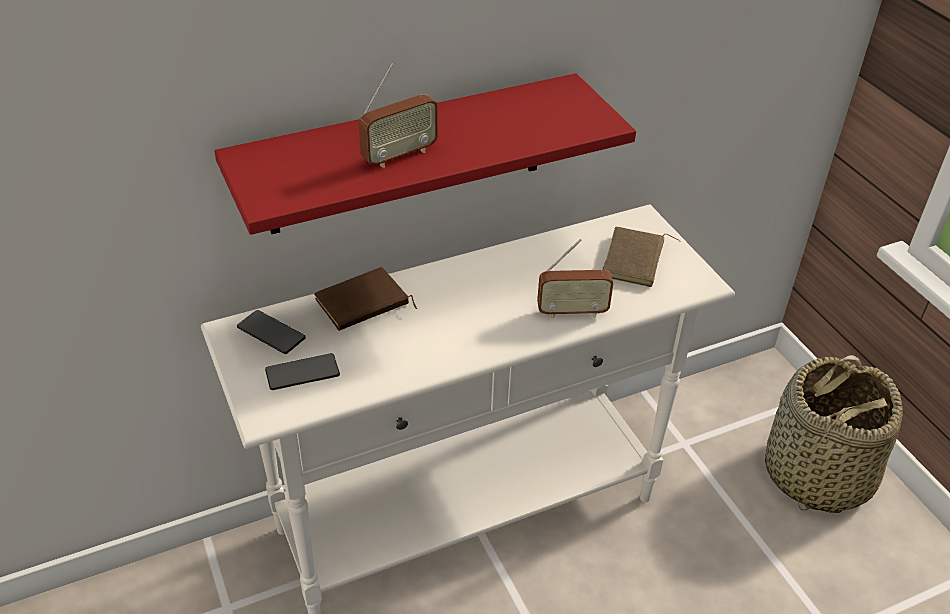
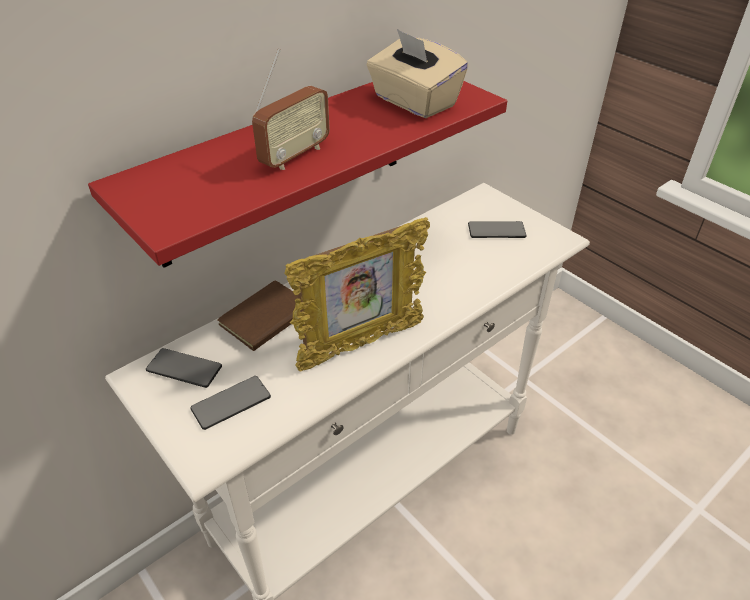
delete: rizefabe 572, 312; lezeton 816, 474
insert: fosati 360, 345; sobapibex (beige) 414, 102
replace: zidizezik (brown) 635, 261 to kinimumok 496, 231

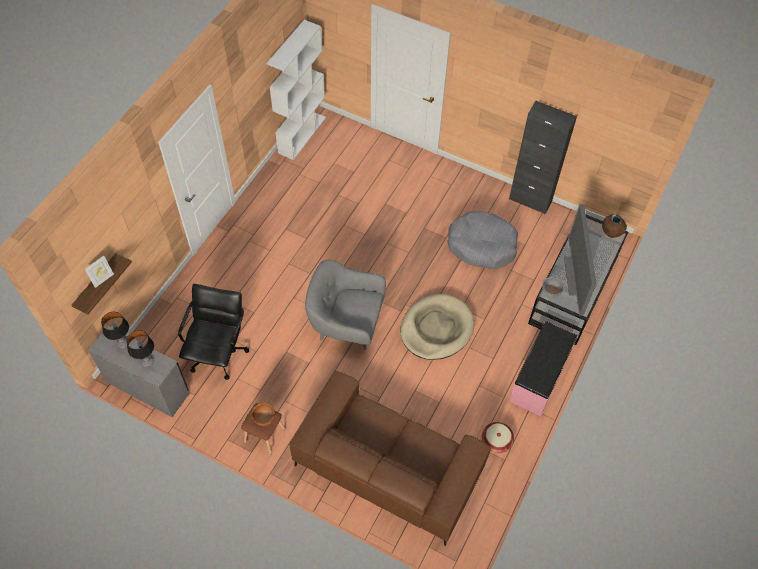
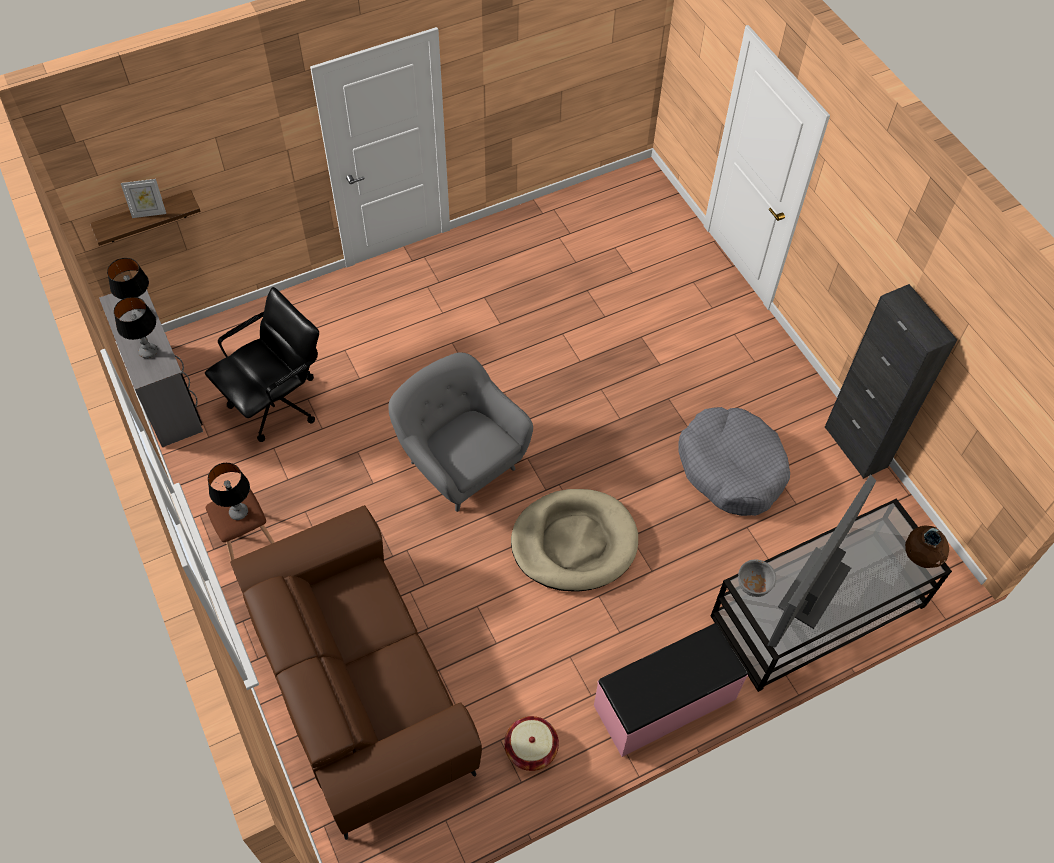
delete: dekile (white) 302, 134
replace: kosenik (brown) 264, 419 to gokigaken 238, 512

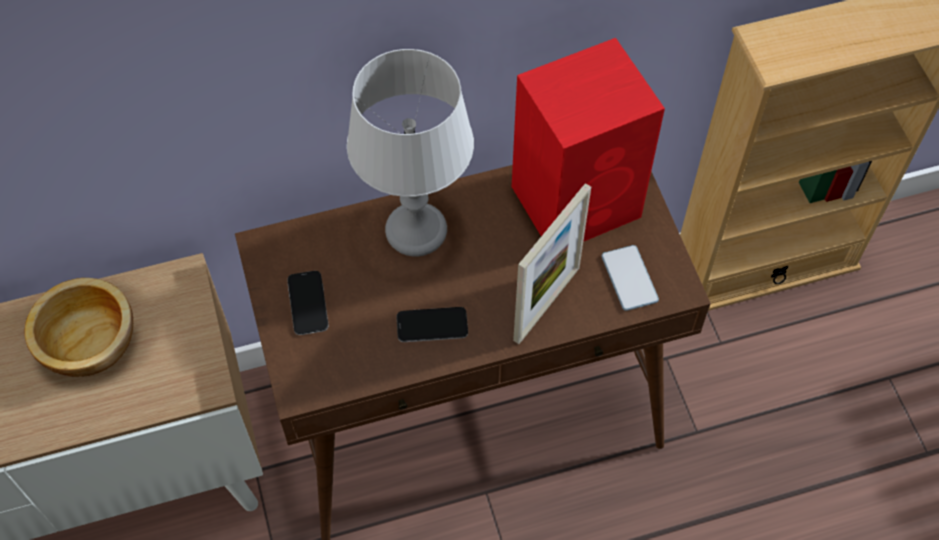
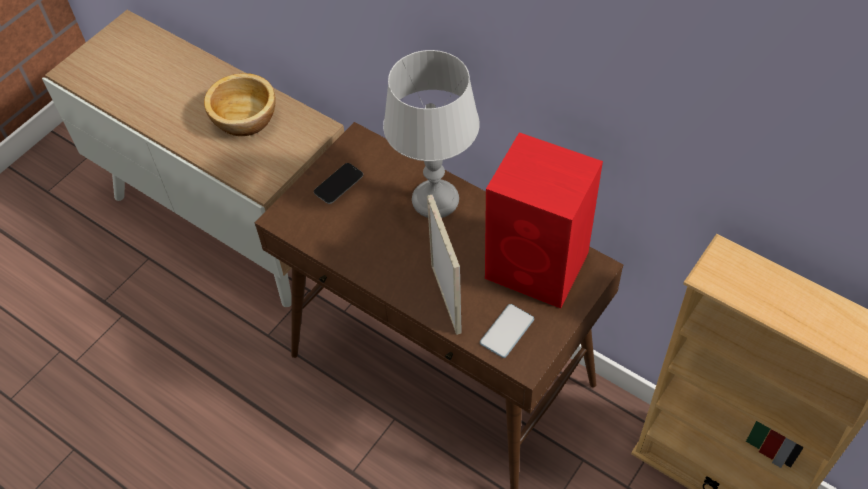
delete: kinimumok 432, 325
rotate: fosati 546, 304 = 446, 299 105 degrees counterclockwise

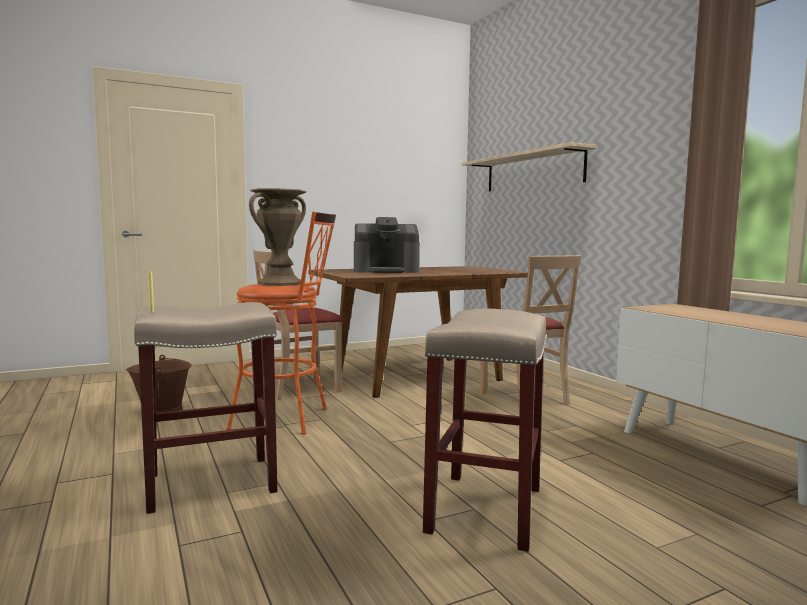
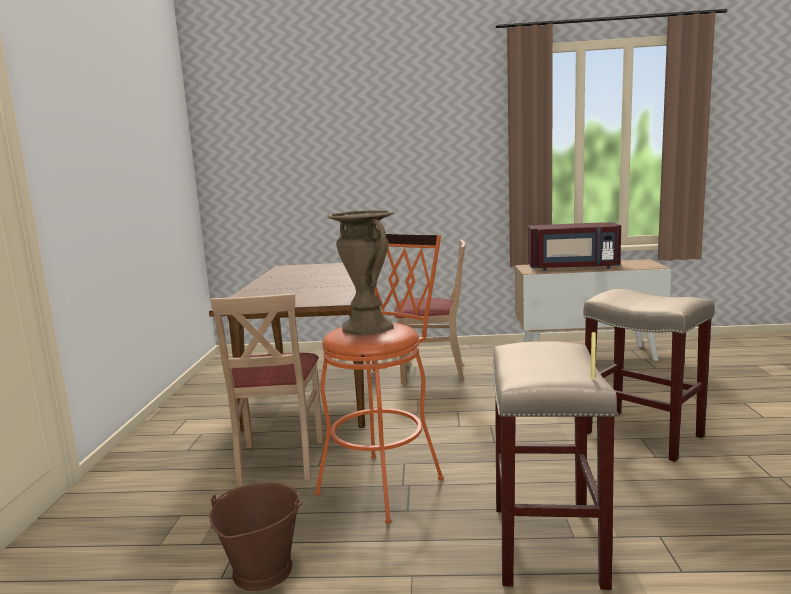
delete: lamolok 386, 271; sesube 532, 171
insert: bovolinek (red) 573, 268

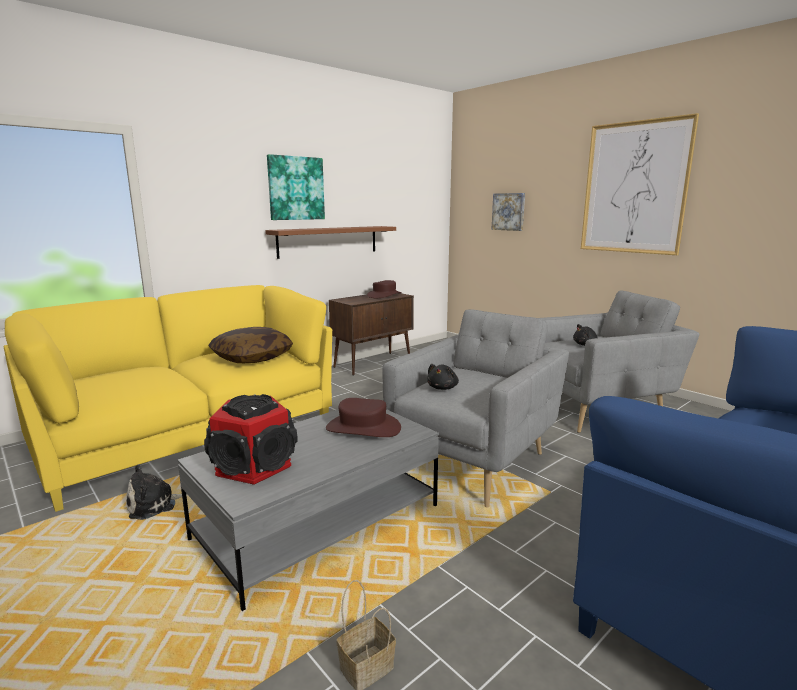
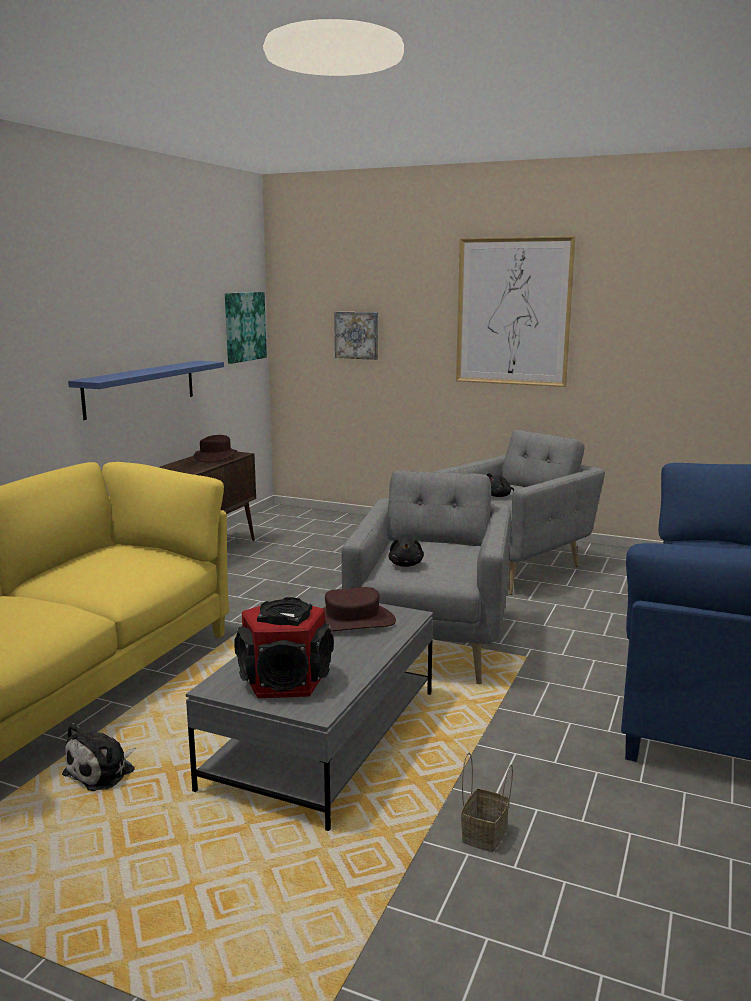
delete: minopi 252, 358
move: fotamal 296, 188 to 244, 326
recolor: sesube (brown) 328, 241 to sesube (blue) 141, 388

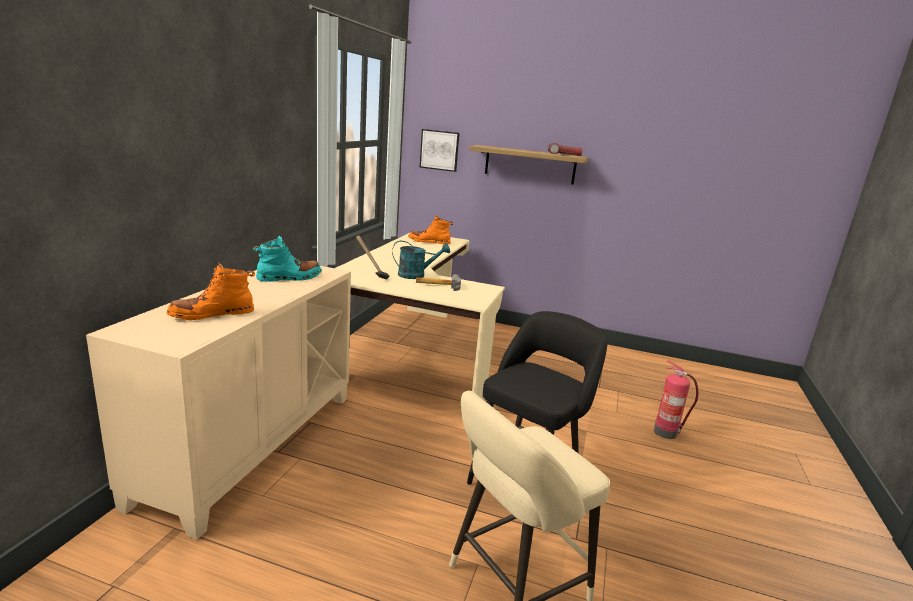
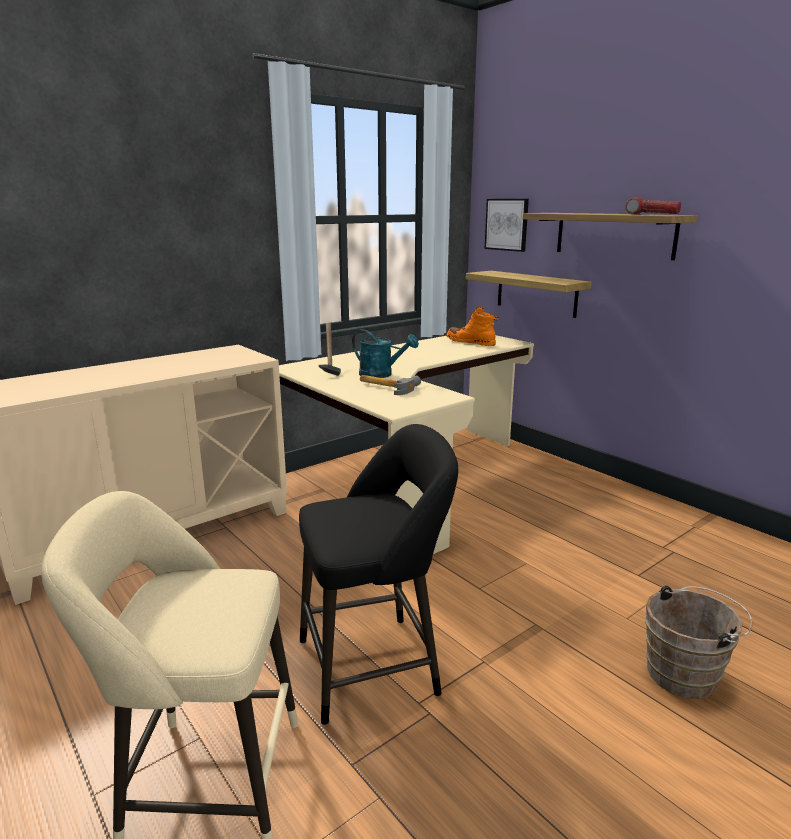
delete: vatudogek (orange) 212, 315; vatudogek (turquoise) 289, 278
insert: sesube 536, 293
replace: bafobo 666, 433 to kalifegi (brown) 686, 674

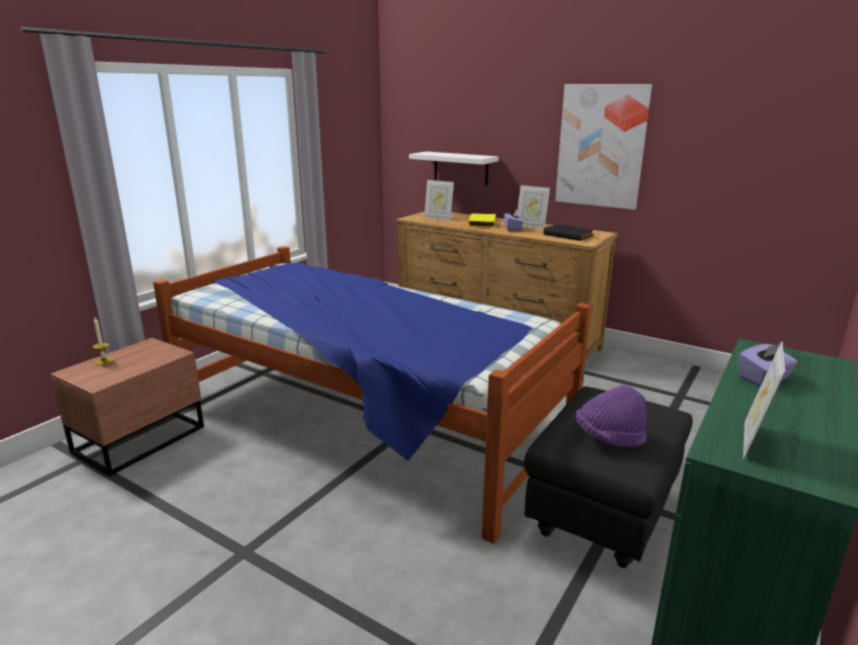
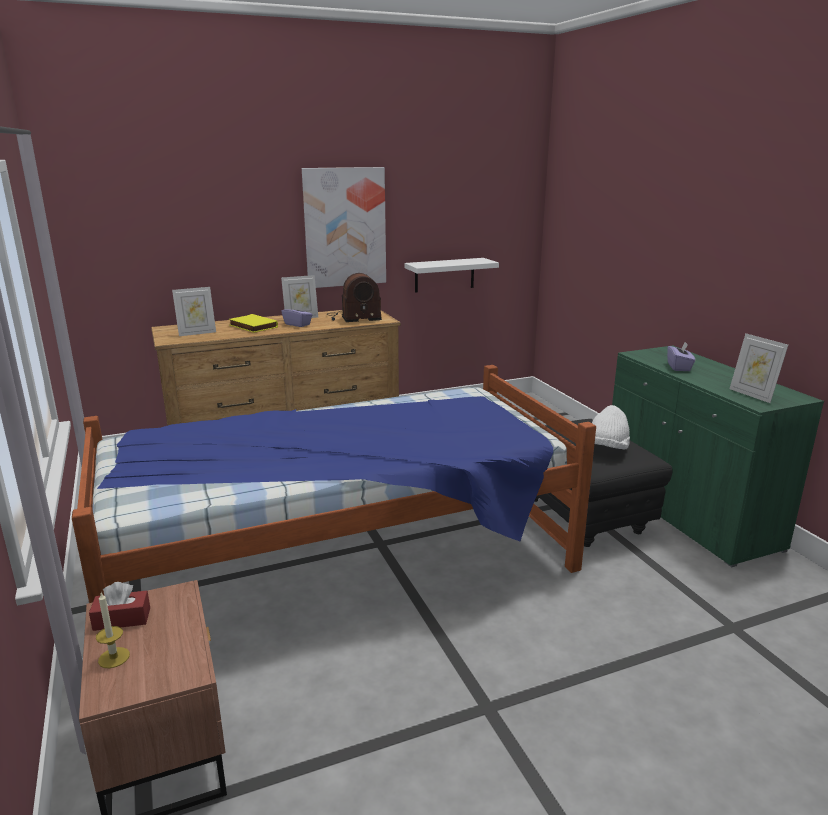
insert: sobapibex (red) 122, 619
move: sesube (white) 460, 168 to 444, 275
replace: zidizezik (black) 568, 235 to rizefabe 353, 317
recolor: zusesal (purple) 609, 438 to zusesal (white) 606, 449

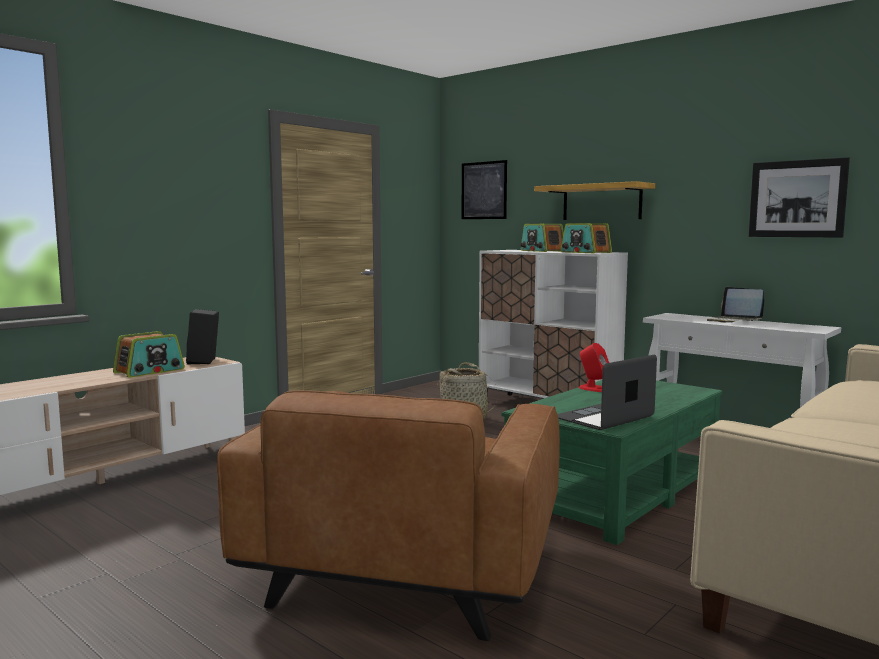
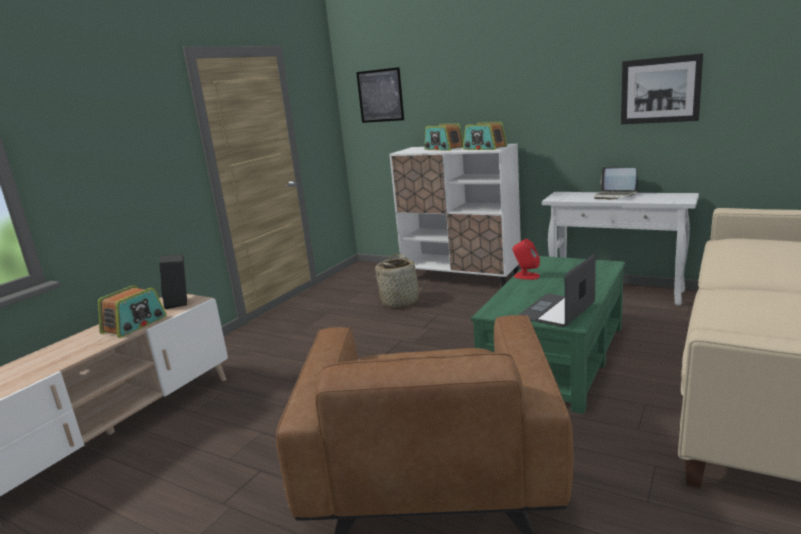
delete: sesube 601, 202

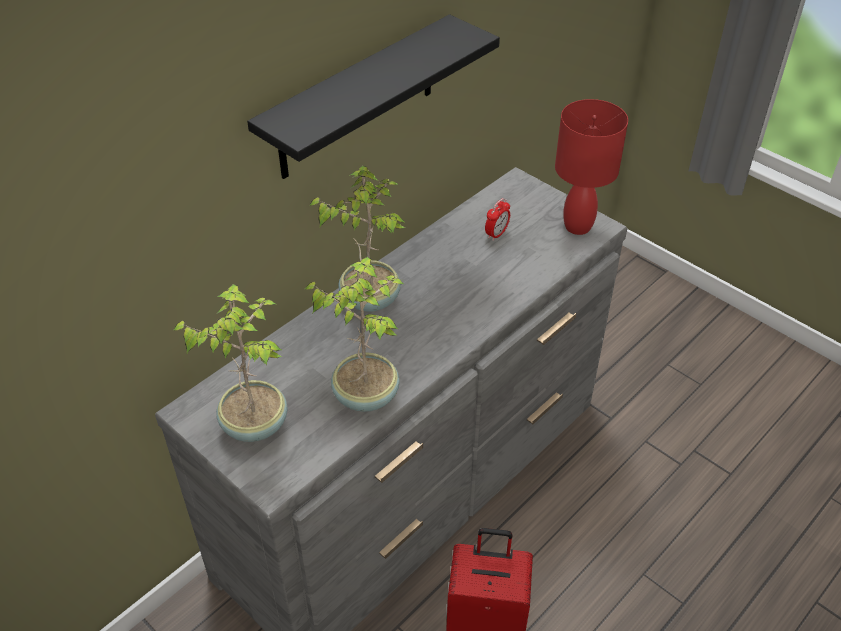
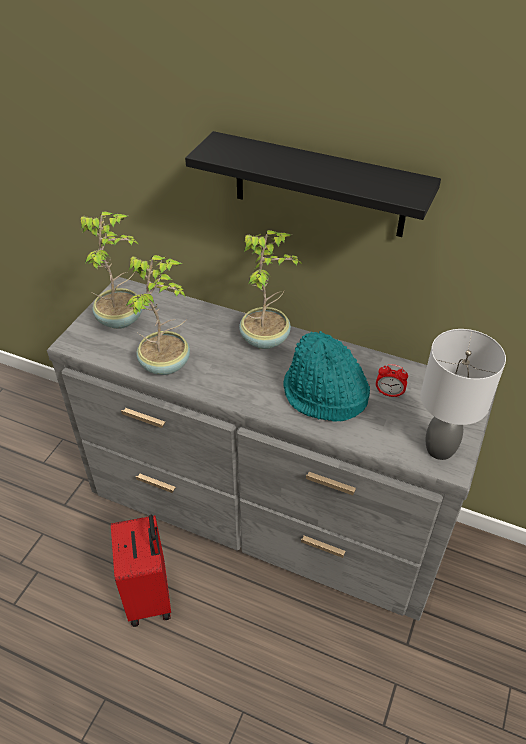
insert: zusesal (turquoise) 323, 395
recolor: gokigaken (red) 577, 227 to gokigaken (grey) 438, 449

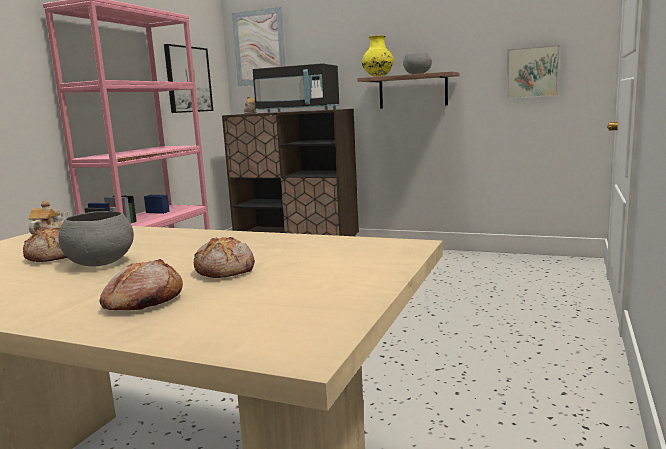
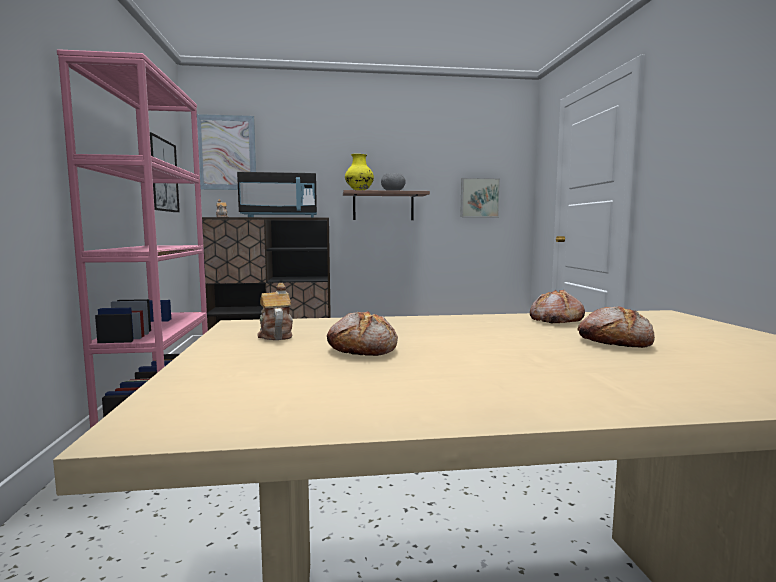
delete: kosenik (grey) 99, 263
move: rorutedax 143, 301 to 555, 320

